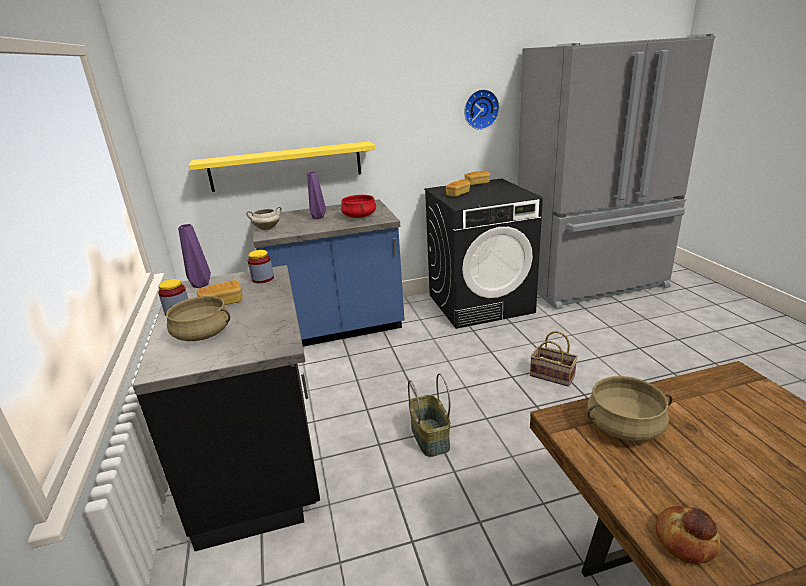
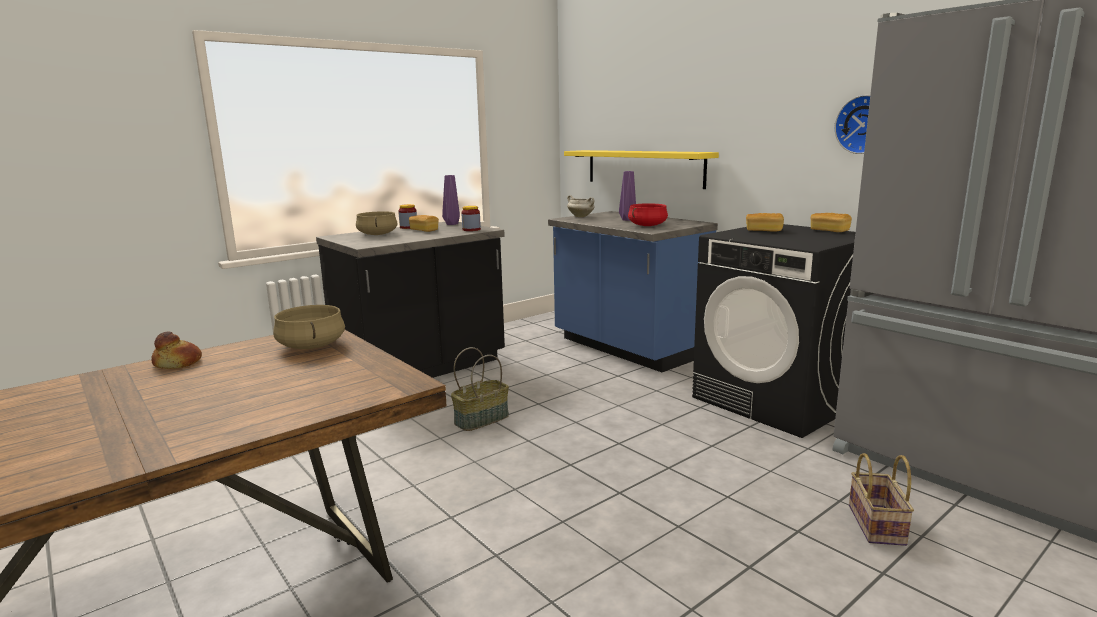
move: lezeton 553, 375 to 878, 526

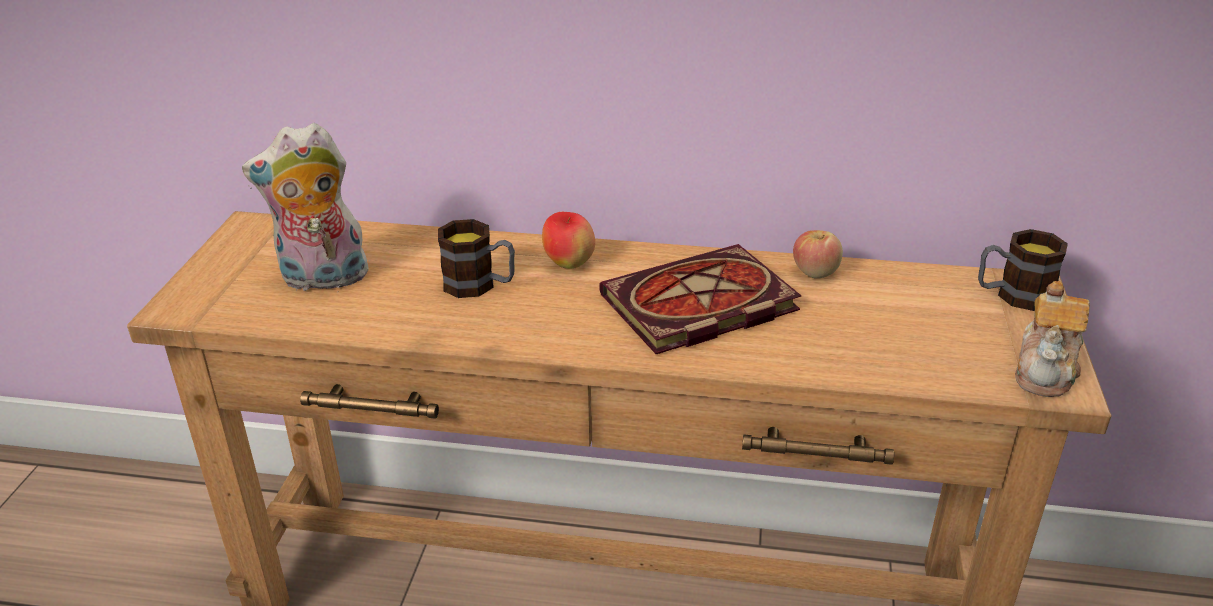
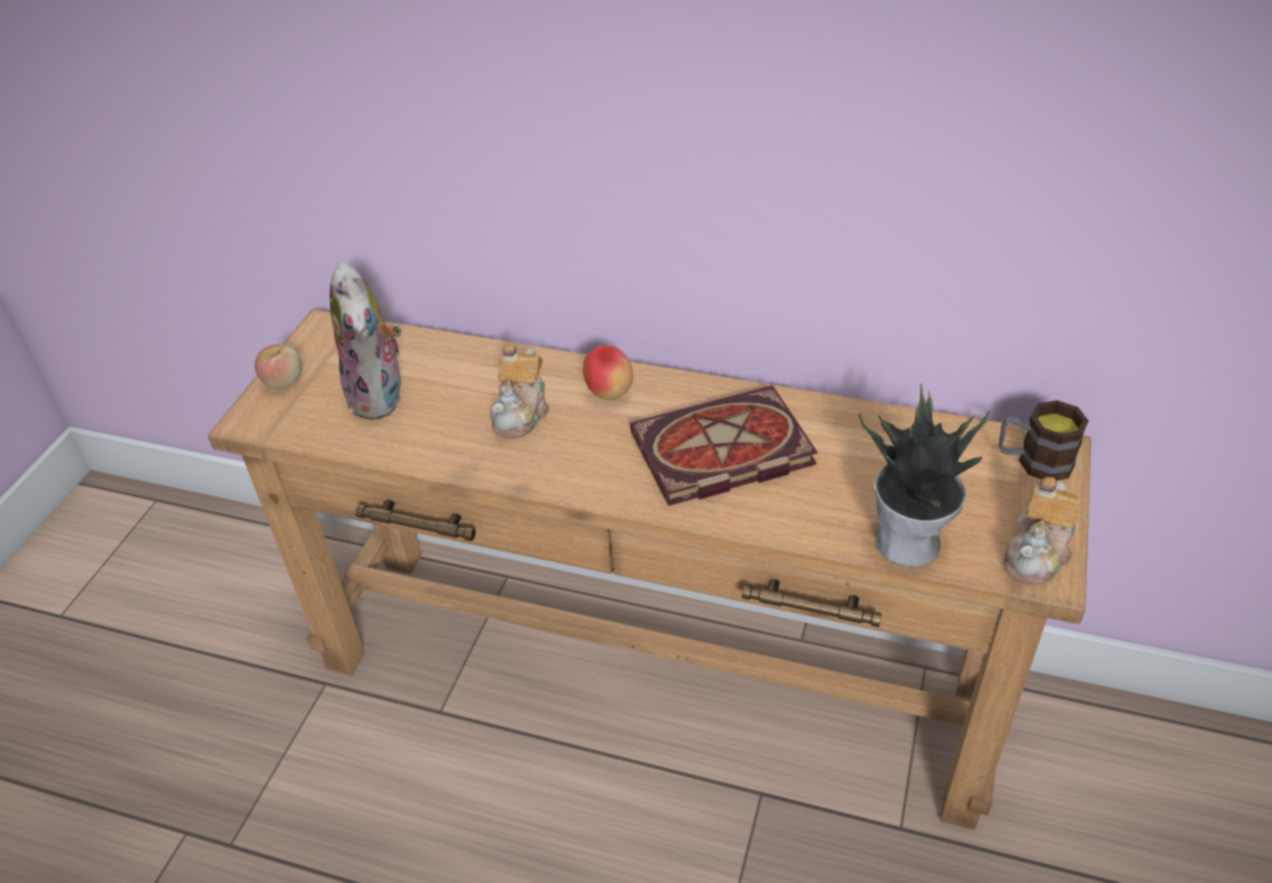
insert: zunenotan 910, 544
move: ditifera 815, 272 to 284, 381
replace: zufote 479, 285 to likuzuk 522, 413
rotate: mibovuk 322, 280 = 381, 396 105 degrees counterclockwise

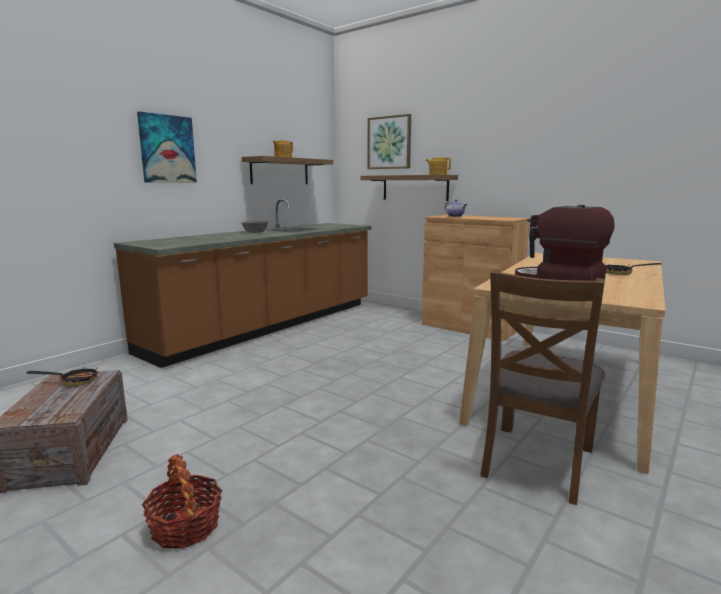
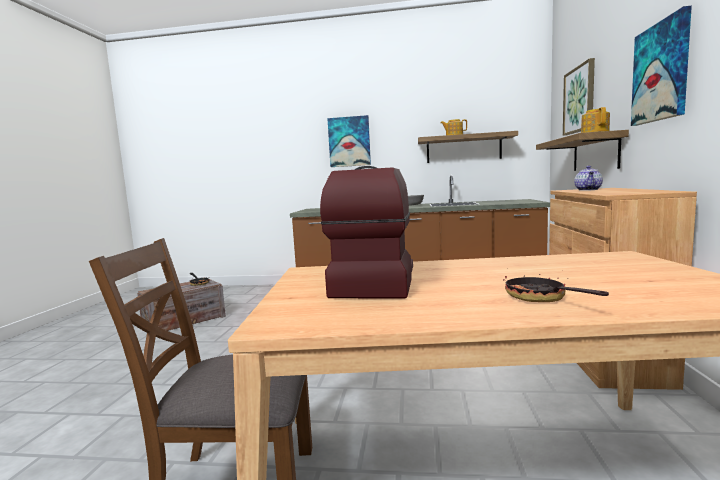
delete: lezeton 185, 527
insert: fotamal 661, 72

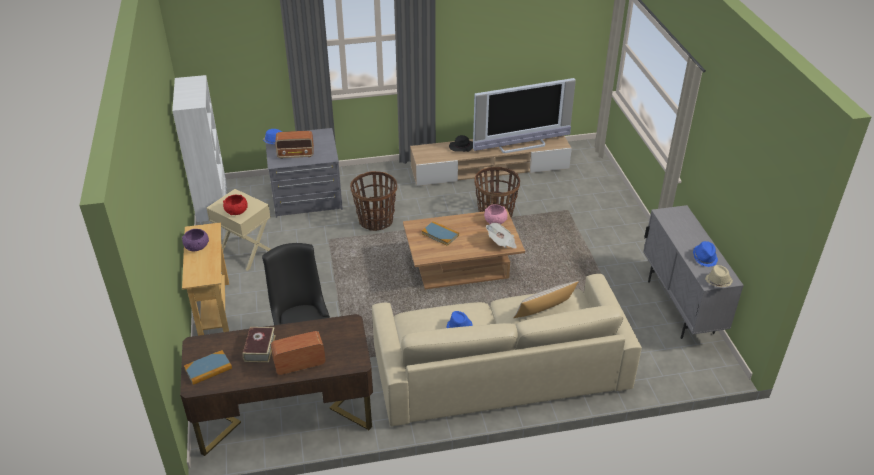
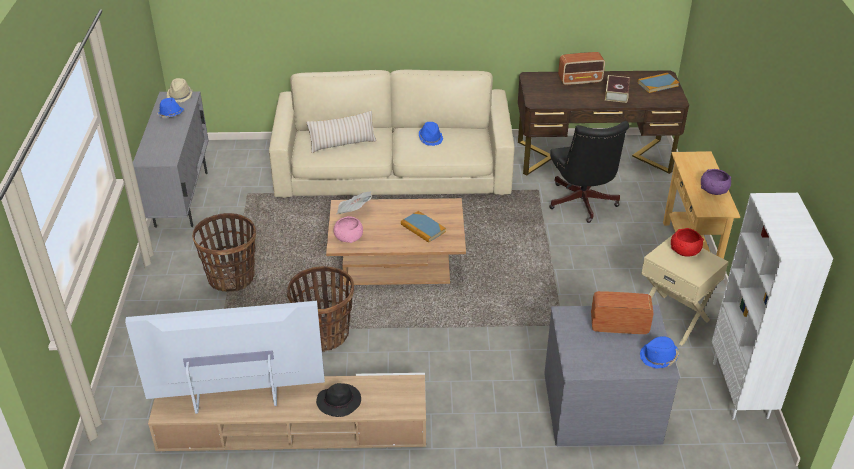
move: lezeton 376, 221 to 231, 278

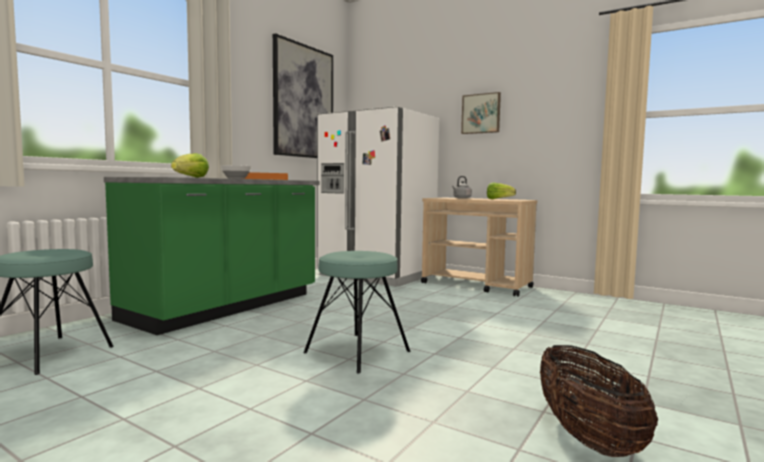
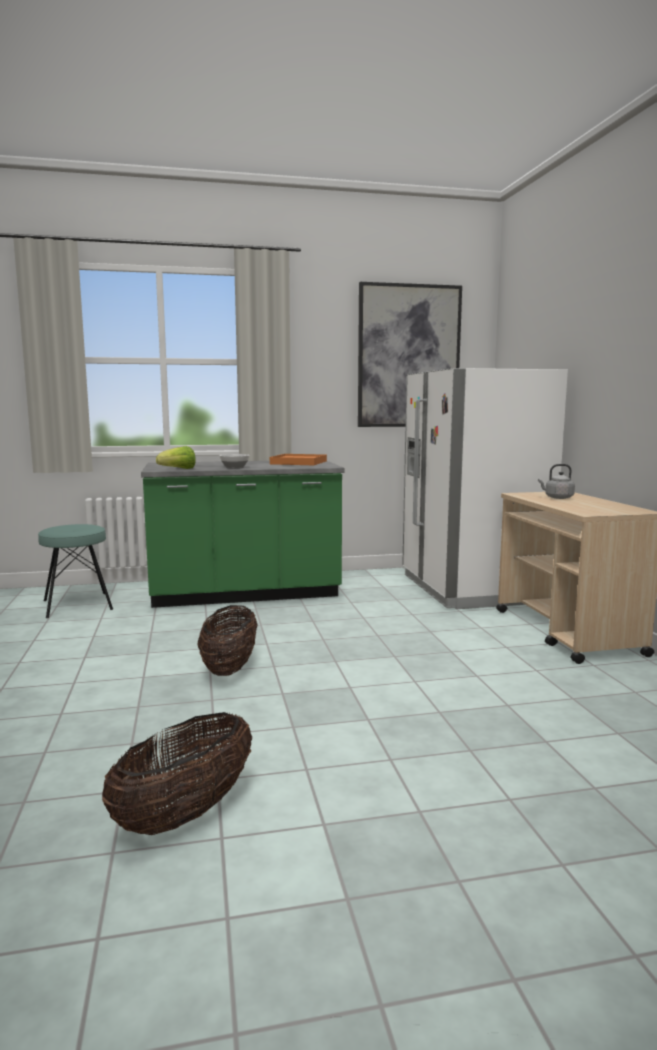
delete: fotamal 481, 114; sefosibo 498, 199
replace: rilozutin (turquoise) 357, 352 to lezeton 229, 668

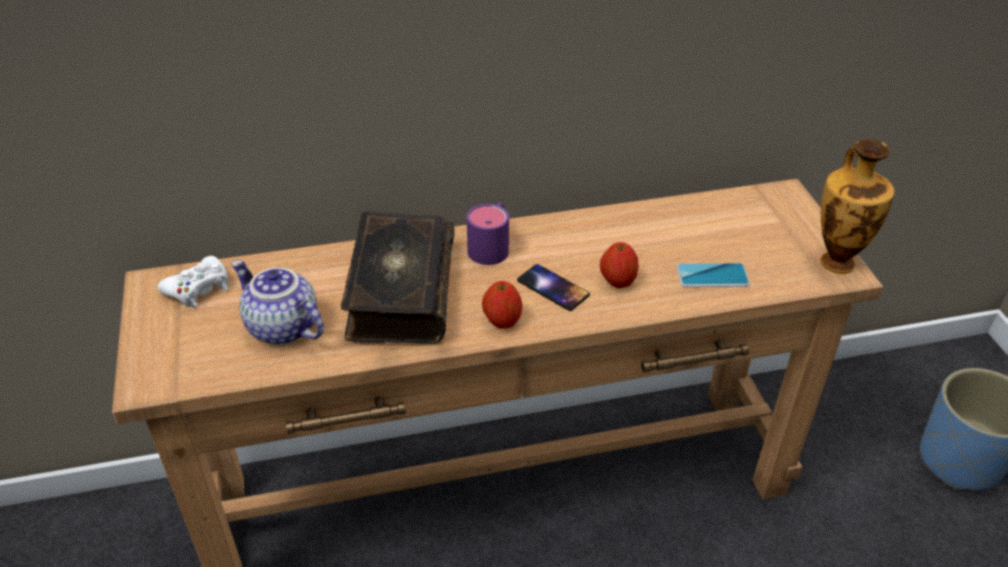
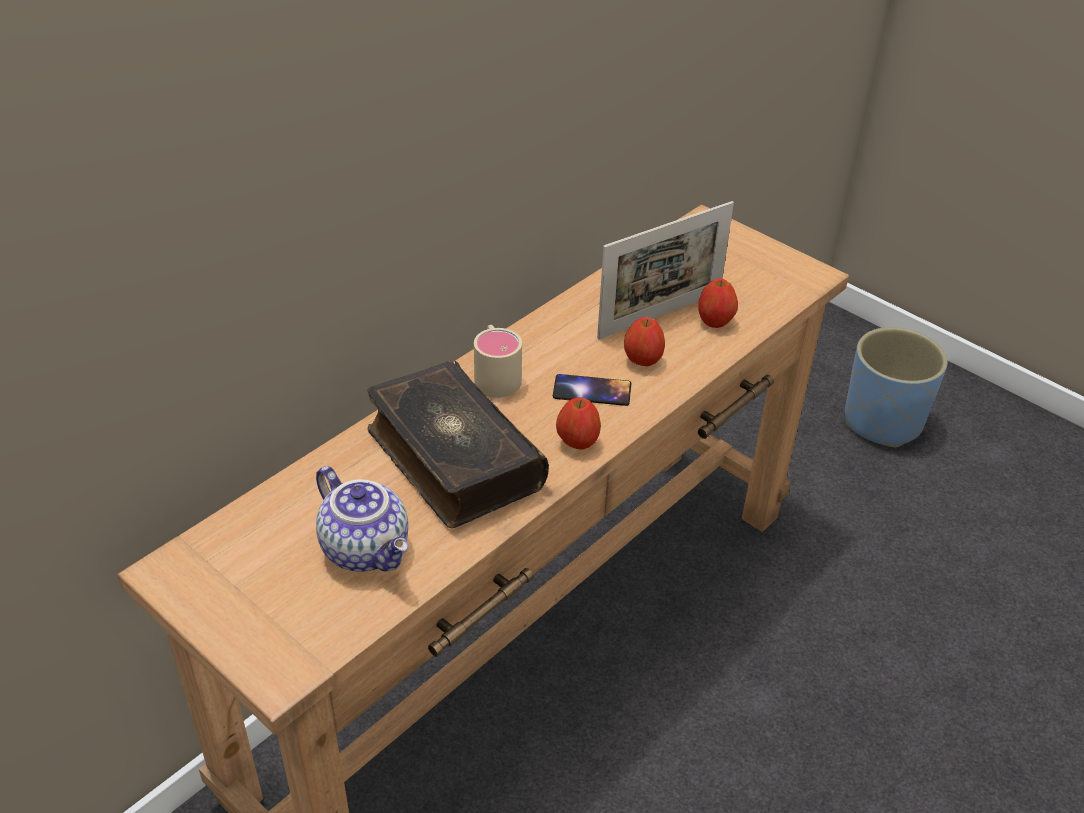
delete: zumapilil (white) 199, 288; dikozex 836, 261
insert: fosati 660, 315
replace: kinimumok 712, 276 to ditifera 715, 321
recolor: zufote (purple) 492, 245 to zufote (beige) 495, 374
rotate: likuzuk 281, 328 = 367, 549 135 degrees counterclockwise

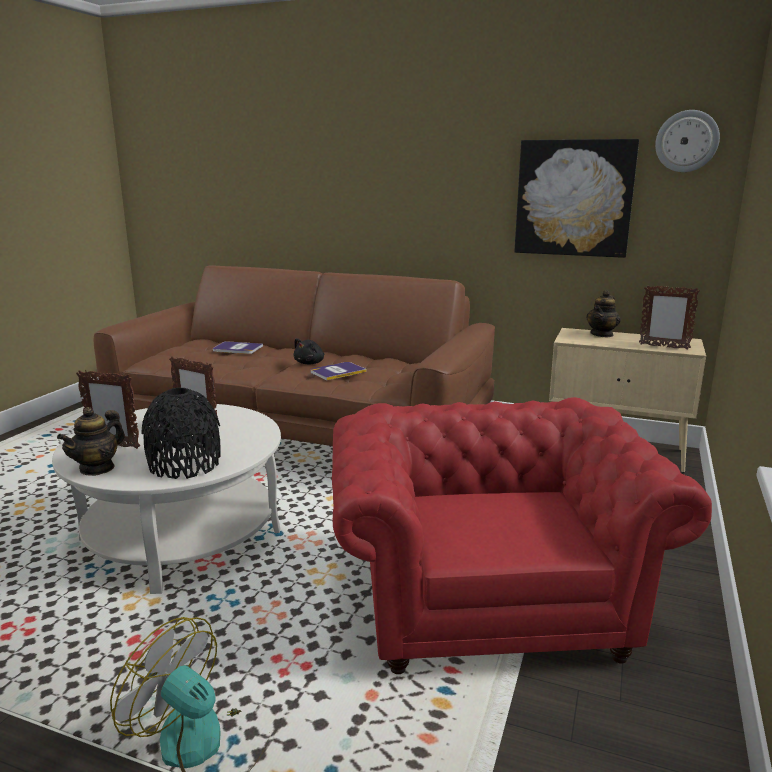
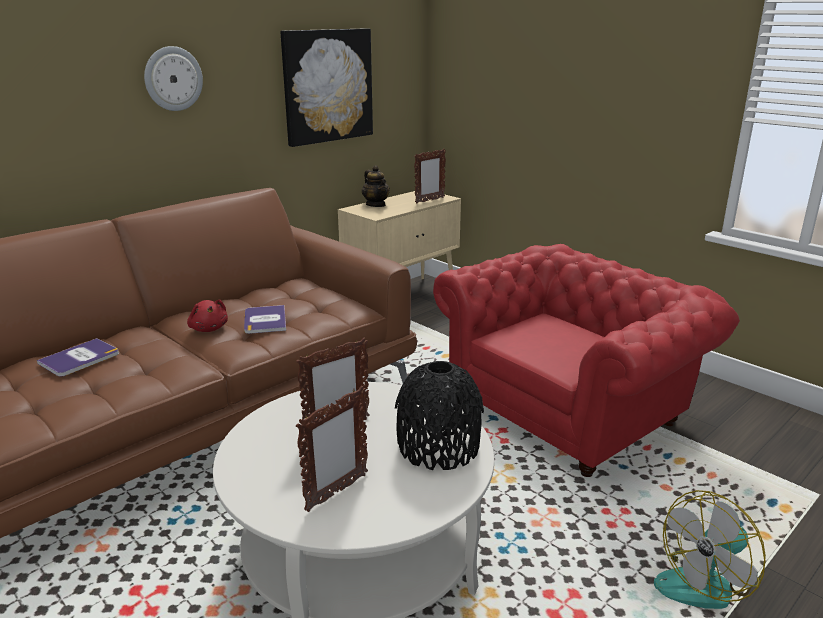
delete: likuzuk 97, 468
move: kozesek 686, 141 to 173, 78
recolor: mibovuk (black) 310, 363 to mibovuk (red) 208, 328
rotate: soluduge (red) 488, 599 = 570, 410 120 degrees clockwise

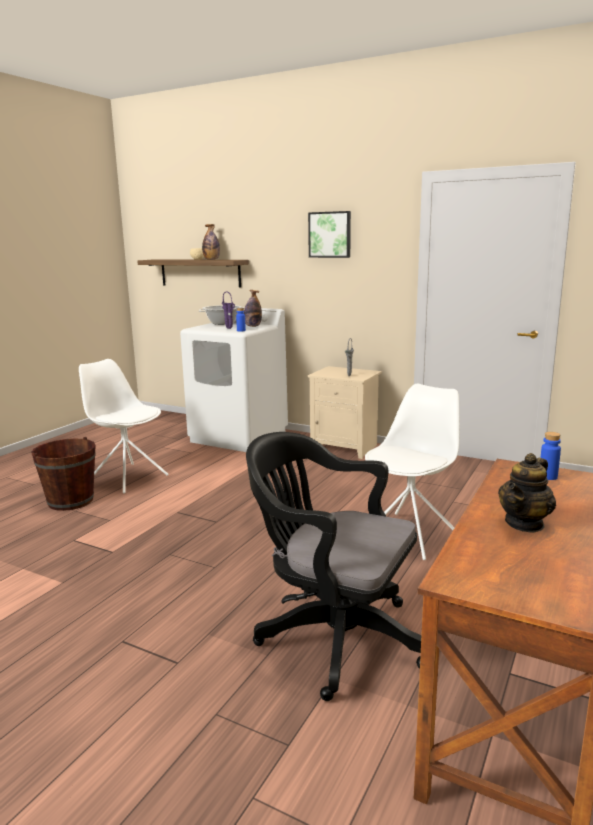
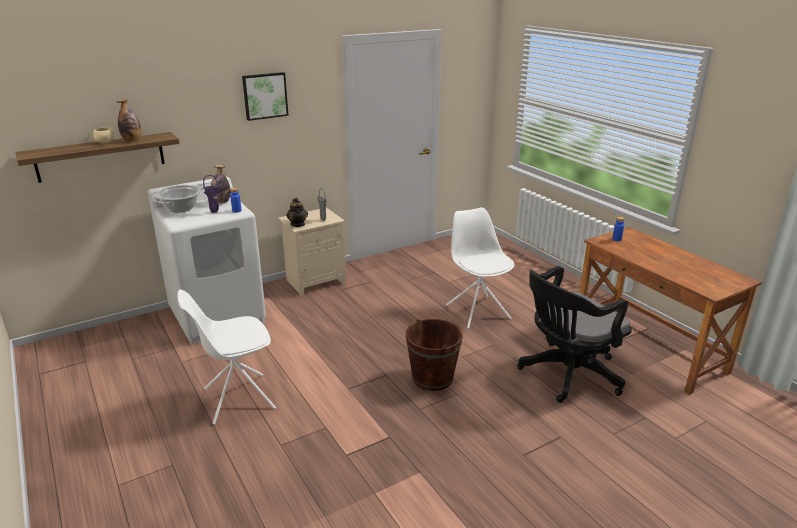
move: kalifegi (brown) 70, 501 to 432, 378; likuzuk 524, 523 to 298, 224

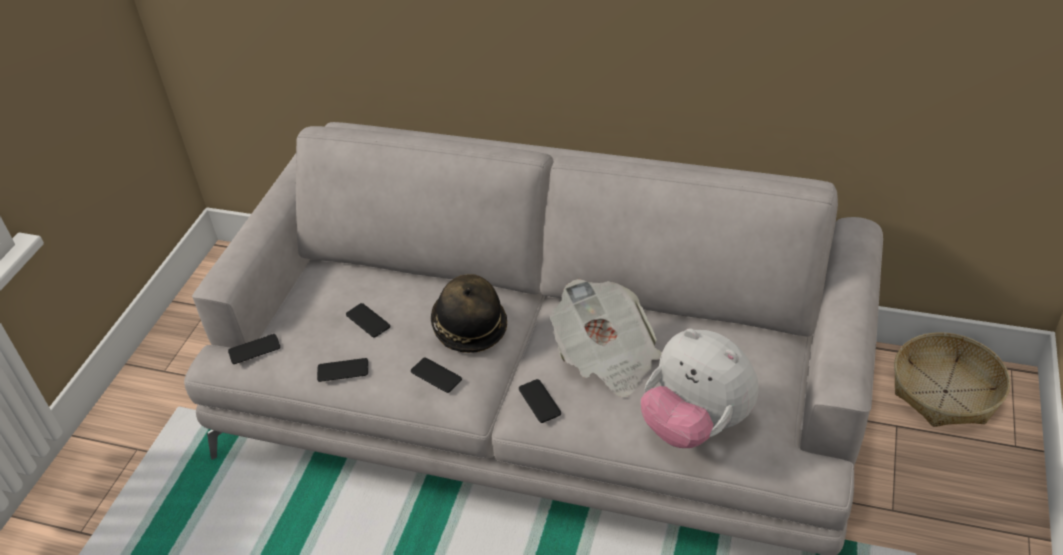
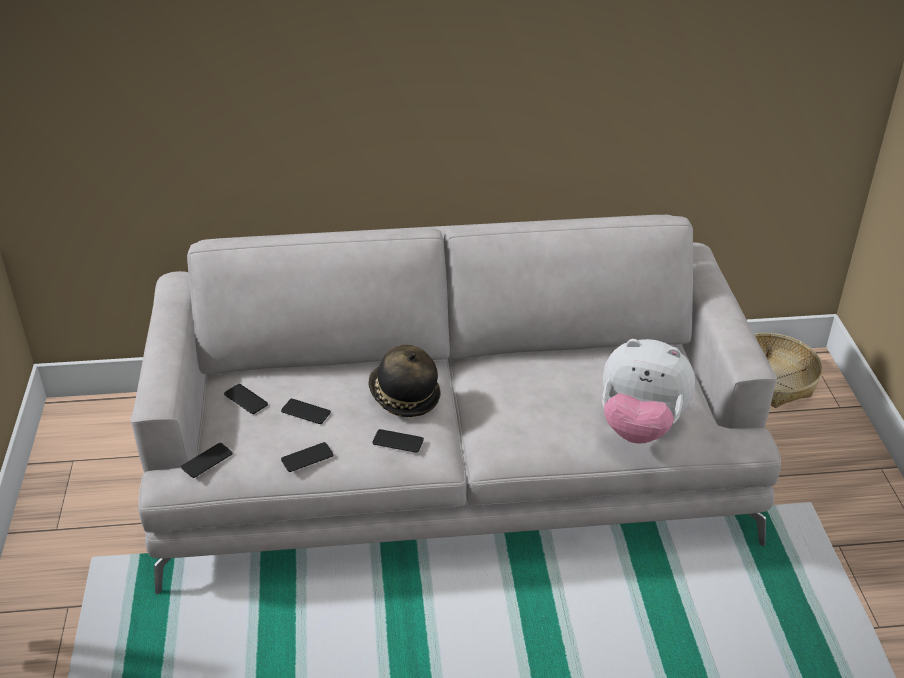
delete: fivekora 606, 357
move: kinimumok 539, 401 to 246, 399

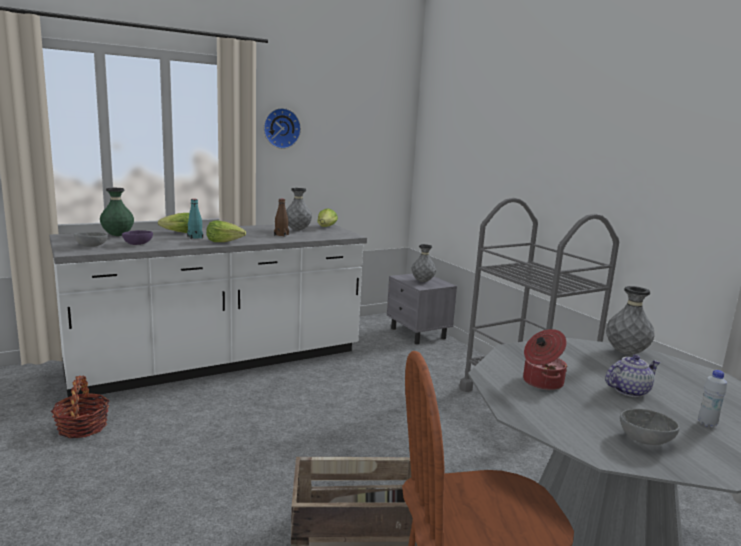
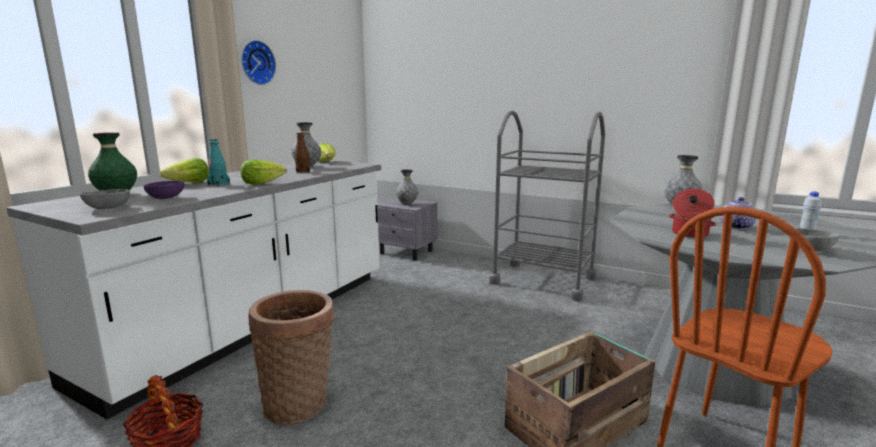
insert: lezeton 299, 404

